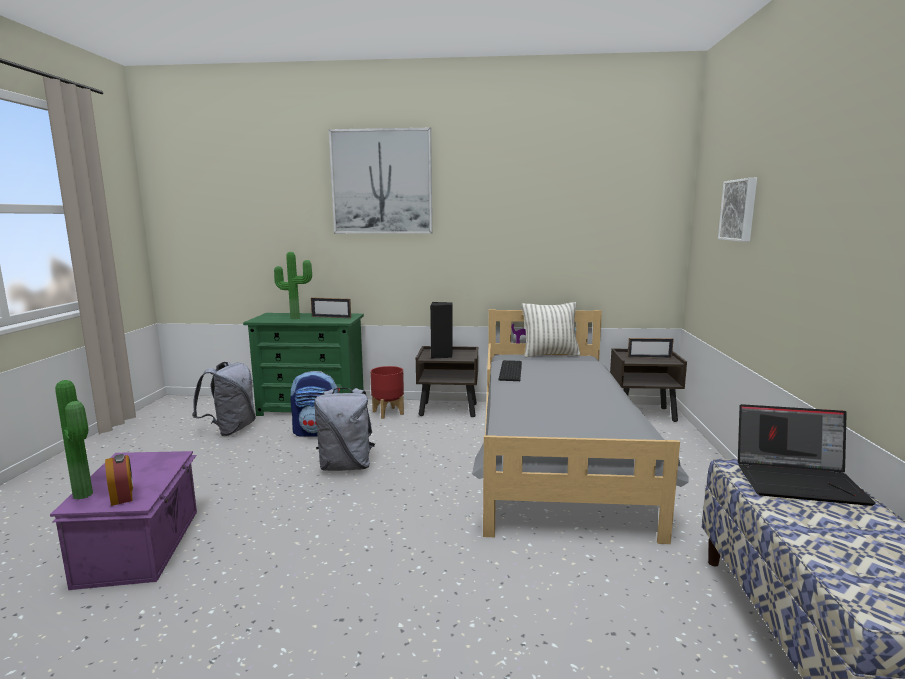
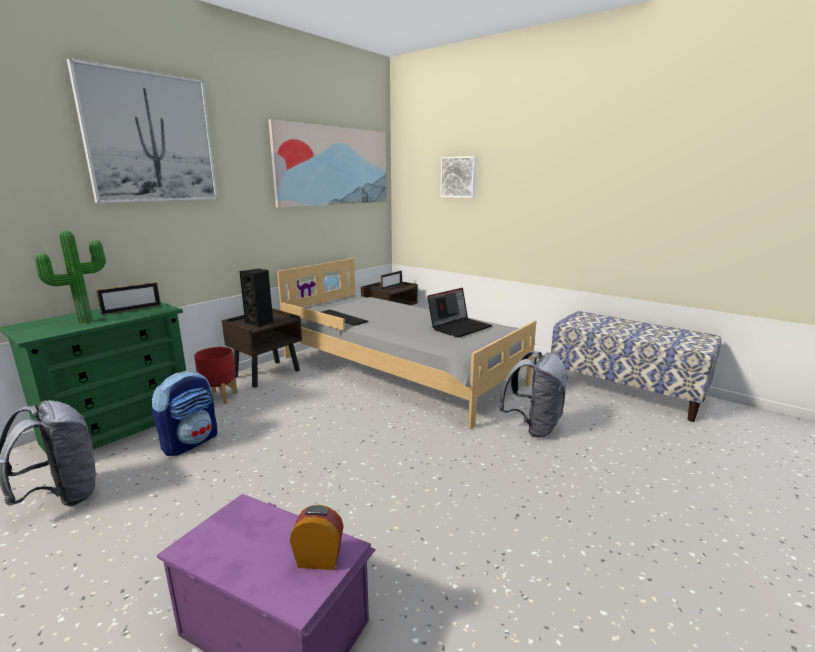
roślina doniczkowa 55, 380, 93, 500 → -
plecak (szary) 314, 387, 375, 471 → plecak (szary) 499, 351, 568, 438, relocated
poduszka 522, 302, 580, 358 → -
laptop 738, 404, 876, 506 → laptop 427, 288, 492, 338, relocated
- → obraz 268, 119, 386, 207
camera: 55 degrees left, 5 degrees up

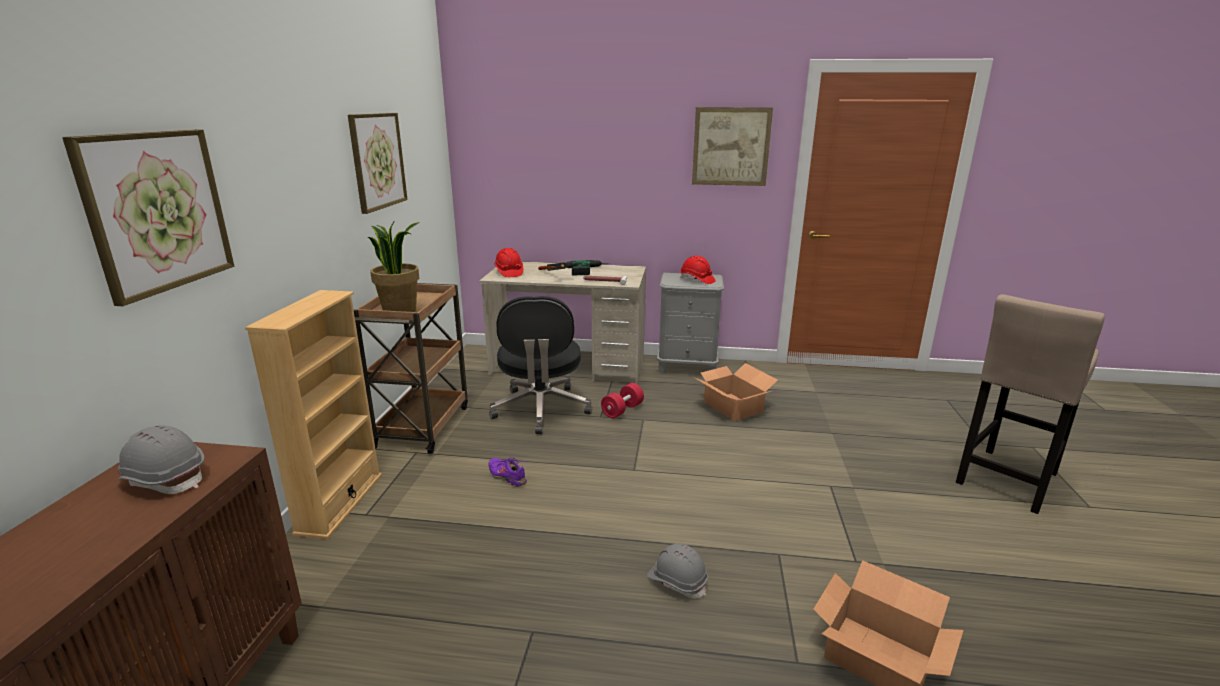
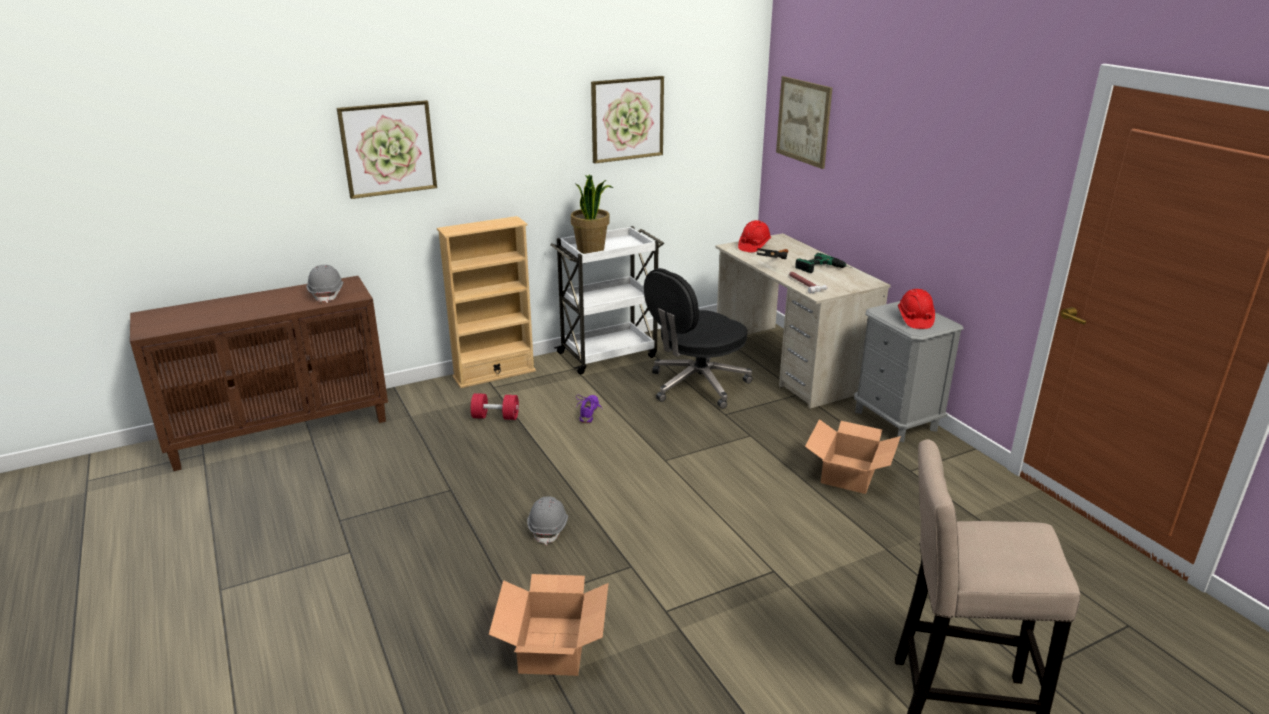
wózek (brązowy) 354, 283, 468, 454 → wózek (biały) 551, 226, 664, 374
hantel (czerwony) 601, 383, 644, 418 → hantel (czerwony) 471, 393, 519, 420, relocated
obraz 692, 107, 773, 186 → obraz 776, 76, 832, 169, relocated
camera: 55 degrees right, 5 degrees up

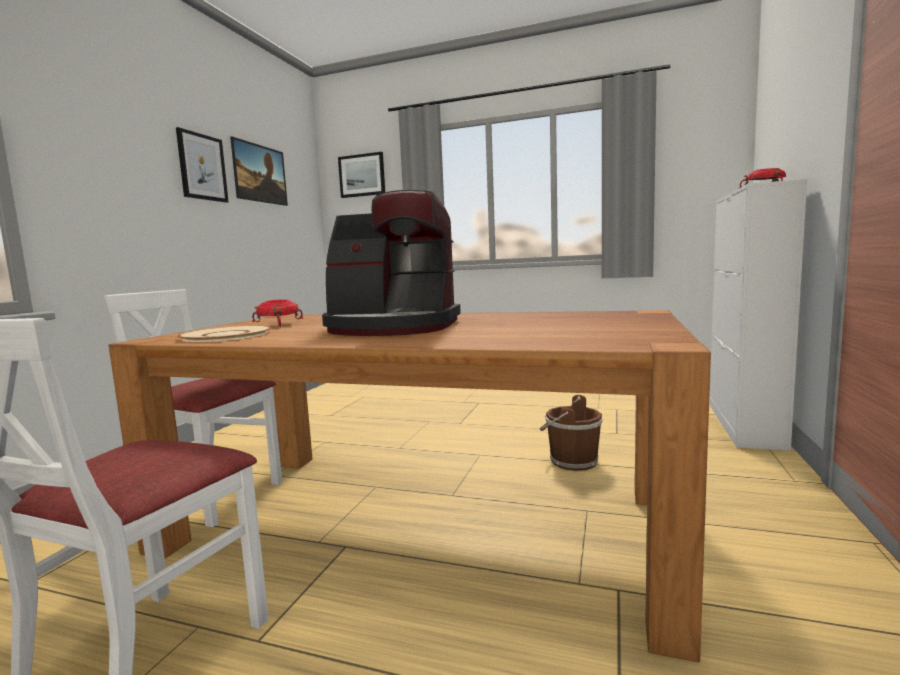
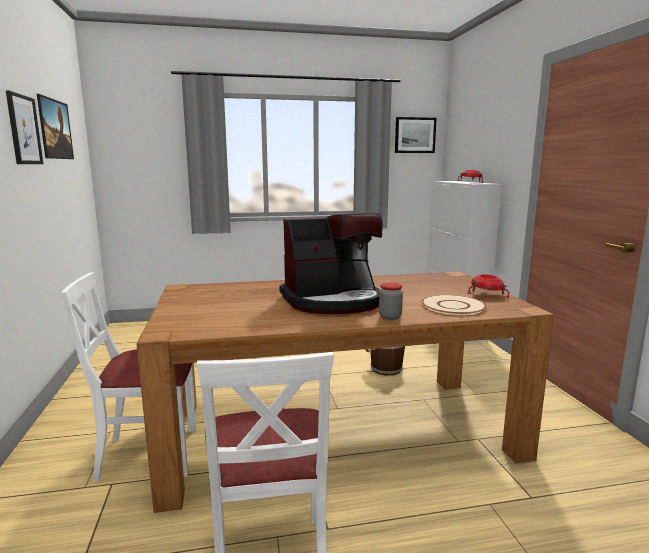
talerz (beżowy) 177, 326, 271, 342 → talerz (beżowy) 422, 295, 487, 315, relocated
miska (czerwony) 252, 300, 303, 328 → miska (czerwony) 468, 274, 509, 298, relocated
obraz 338, 152, 385, 198 → obraz 395, 117, 437, 153, relocated
- → słoik 379, 283, 403, 320
camera: 30 degrees left, 5 degrees up

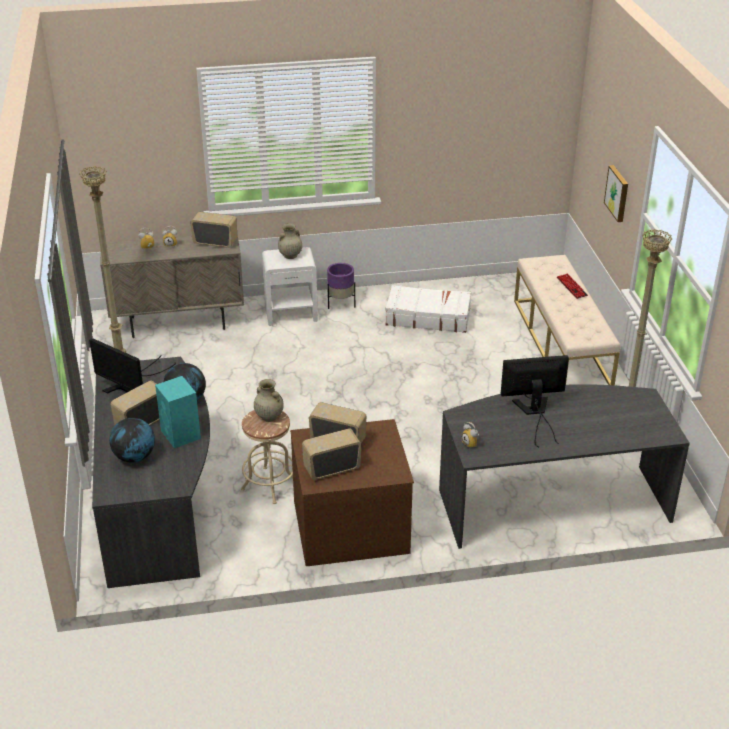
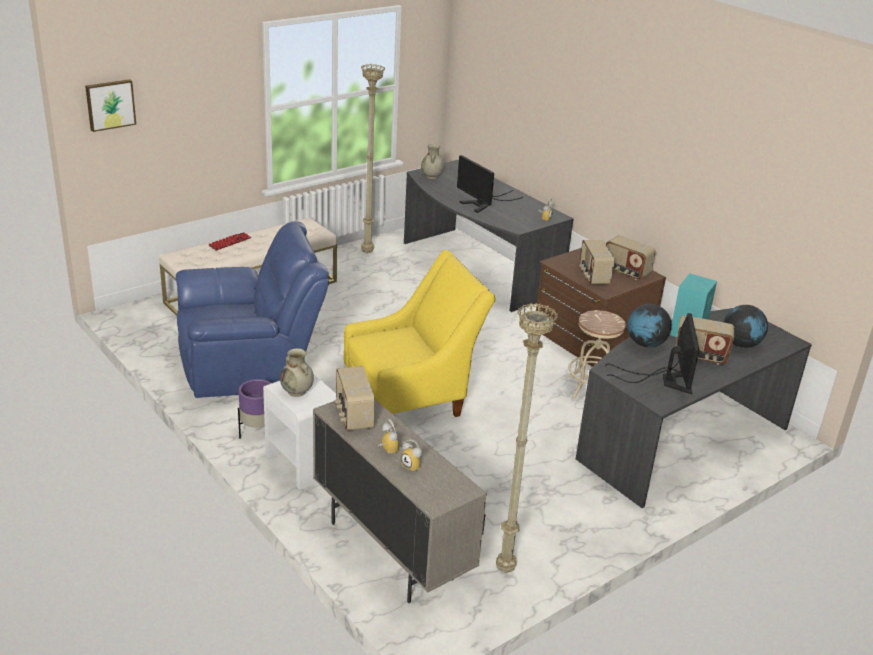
wazon (beżowy) 254, 379, 284, 422 → wazon (beżowy) 421, 144, 444, 179, relocated
walizka (biały) 385, 285, 471, 333 → fotel (niebieski) 176, 221, 329, 398
obraz 604, 165, 628, 222 → obraz 85, 79, 136, 132, relocated
- → fotel (żółty) 344, 250, 496, 417
camera: 120 degrees left, 5 degrees down

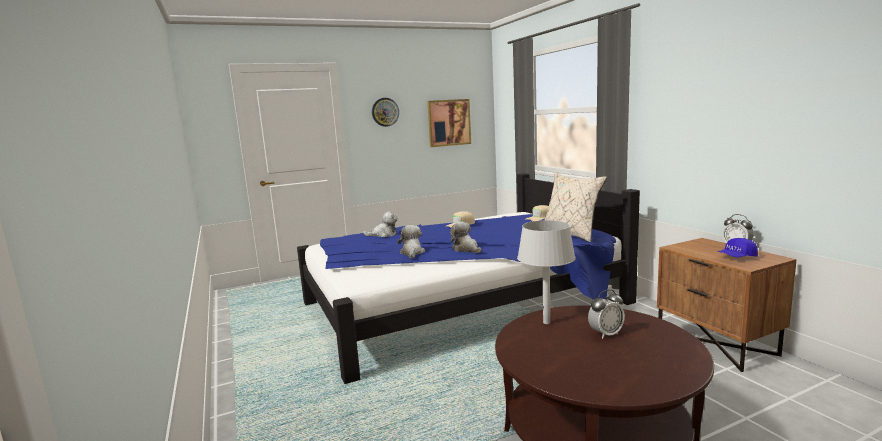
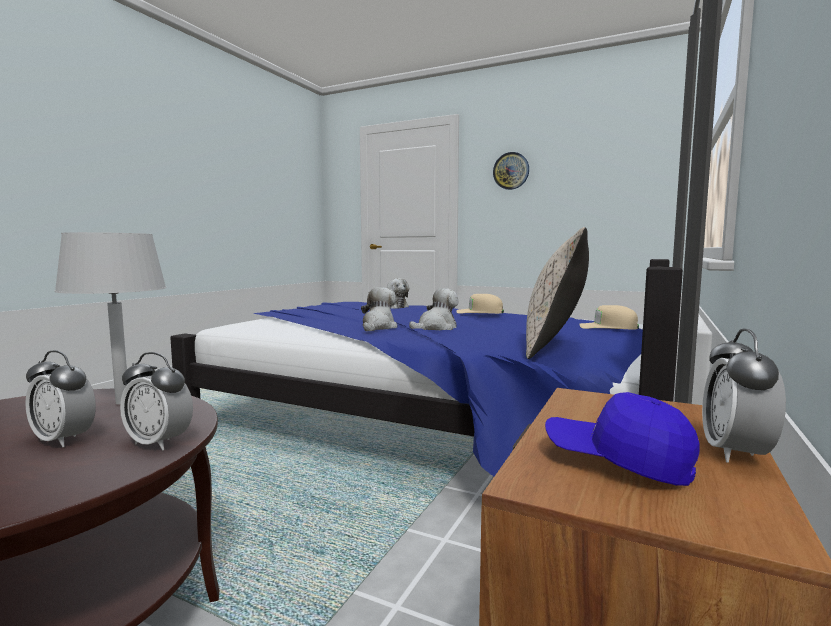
pluszak 398, 225, 425, 259 → pluszak 409, 288, 459, 330, relocated
obraz 427, 99, 471, 147 → -
- → budzik 120, 352, 193, 451
camera: 50 degrees right, 5 degrees down

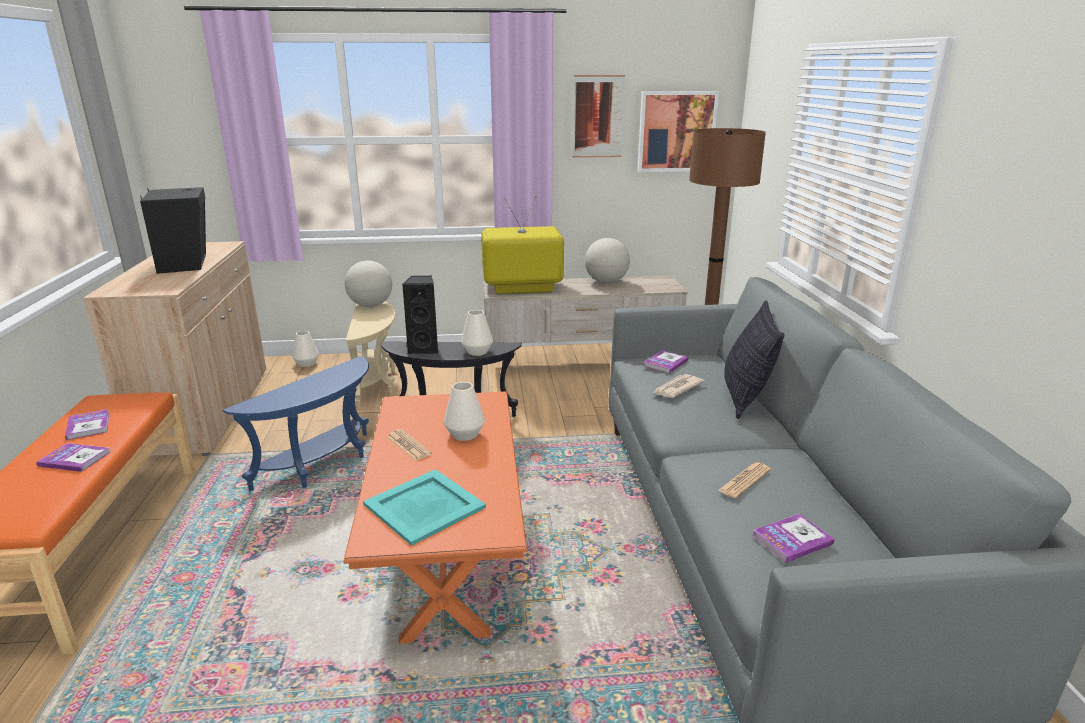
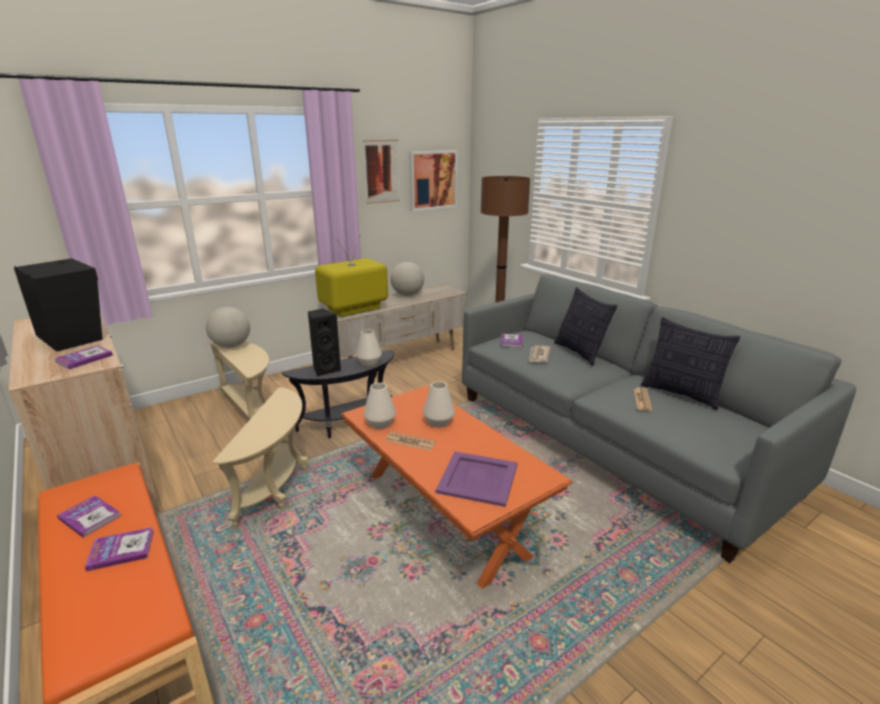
stolik (niebieski) 223, 356, 369, 491 → stolik (beżowy) 212, 387, 308, 530
wazon (biały) 292, 331, 319, 367 → wazon (biały) 364, 383, 396, 429, relocated
taca (turkusowy) 363, 469, 486, 546 → taca (fioletowy) 436, 452, 518, 507
książka 752, 514, 835, 563 → książka 54, 345, 113, 369, relocated
- → poduszka 641, 317, 740, 410
camera: 30 degrees left, 0 degrees up

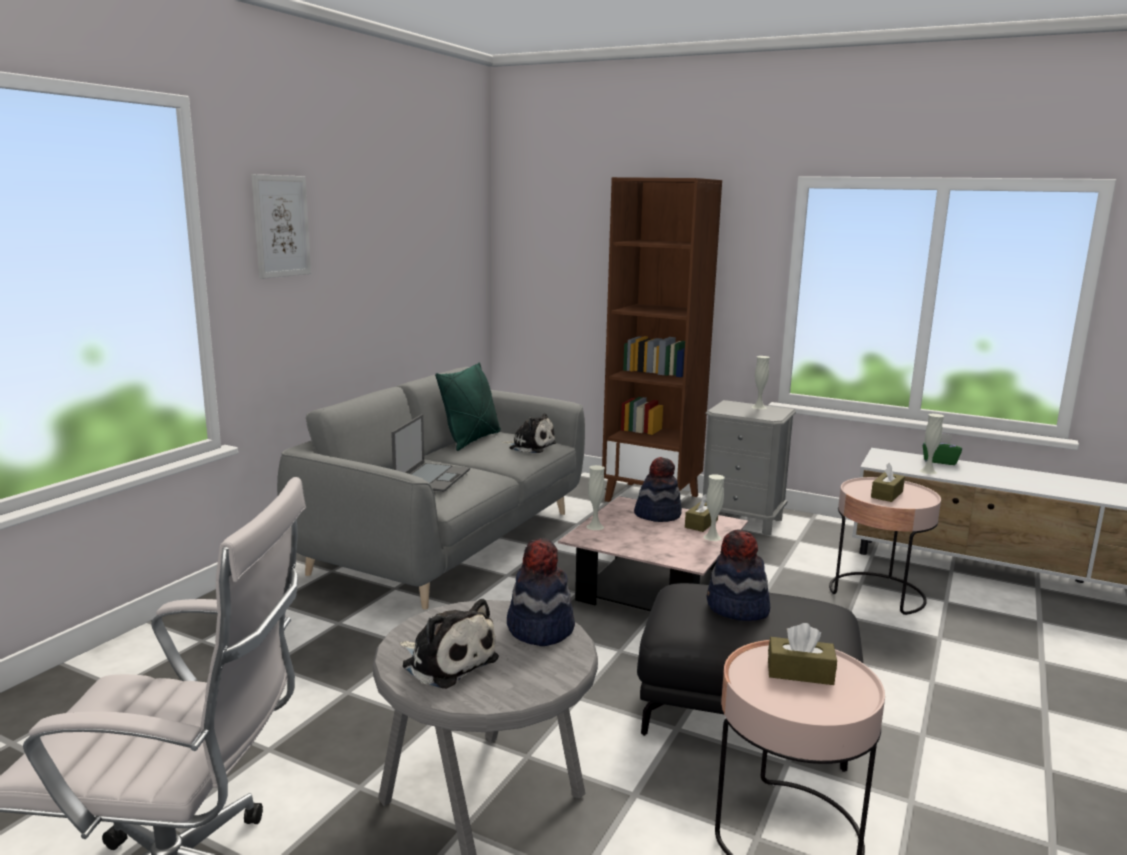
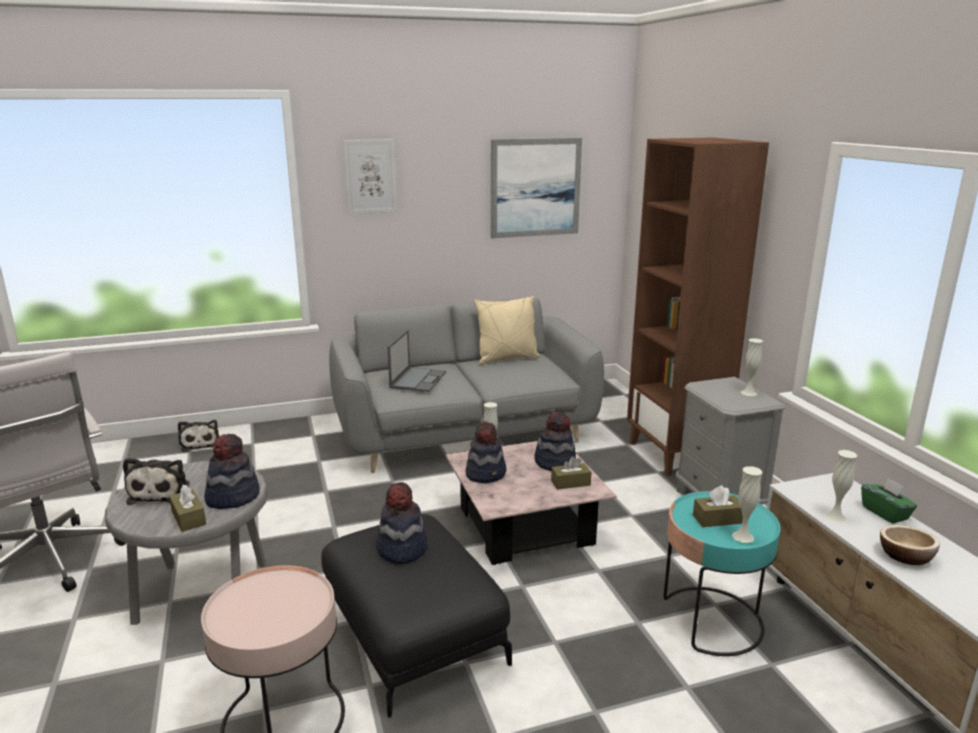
laptop 391, 414, 470, 492 → laptop 387, 330, 446, 392, 45 degrees counterclockwise
poduszka (zielony) 435, 362, 500, 451 → poduszka (beżowy) 474, 296, 540, 365
pluszak 503, 413, 556, 453 → pluszak 178, 420, 219, 452, relocated
wazon (biały) 703, 474, 725, 541 → wazon (biały) 732, 466, 762, 543, relocated
pudełko chusteczek (brązowy) 768, 623, 837, 685 → pudełko chusteczek (brązowy) 169, 485, 206, 532, relocated
stolik (różowy) 829, 477, 941, 615 → stolik (turkusowy) 663, 491, 781, 656
- → kapelusz 465, 421, 507, 483
- → obraz 491, 138, 582, 238
- → miska 880, 525, 940, 565
camera: 45 degrees right, 5 degrees up

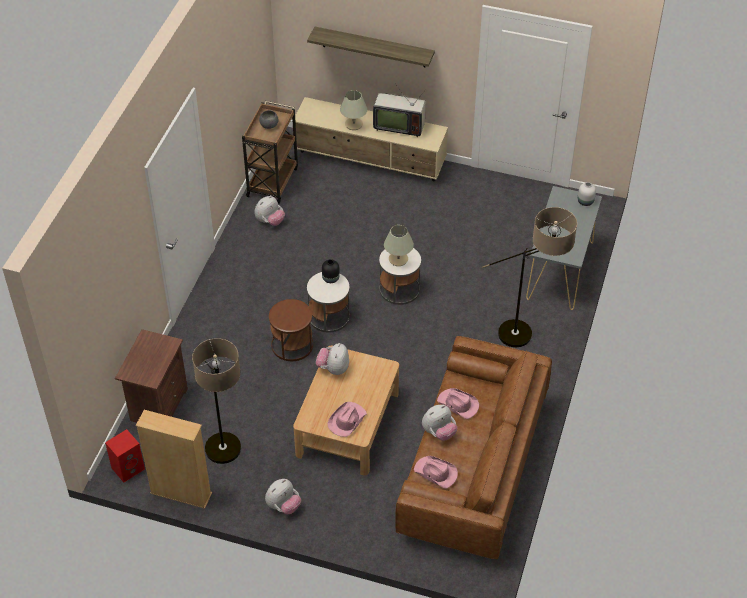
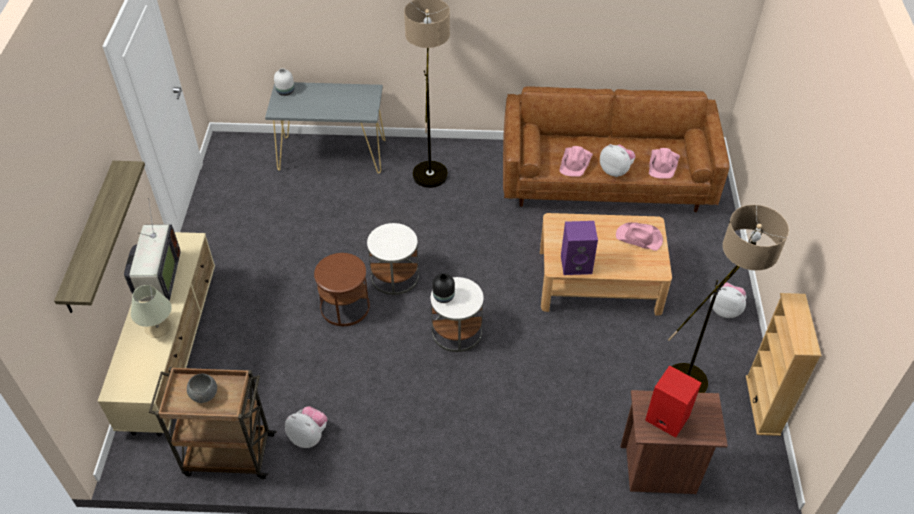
głośnik (czerwony) 105, 429, 145, 482 → głośnik (czerwony) 645, 365, 702, 438, relocated
stolik (brązowy) 269, 299, 313, 361 → stolik (brązowy) 314, 253, 370, 326, relocated
pluszak 316, 343, 349, 375 → głośnik (fioletowy) 561, 221, 598, 275
lampa stołowa (beżowy) 384, 225, 414, 266 → -
camera: 105 degrees left, 0 degrees up

